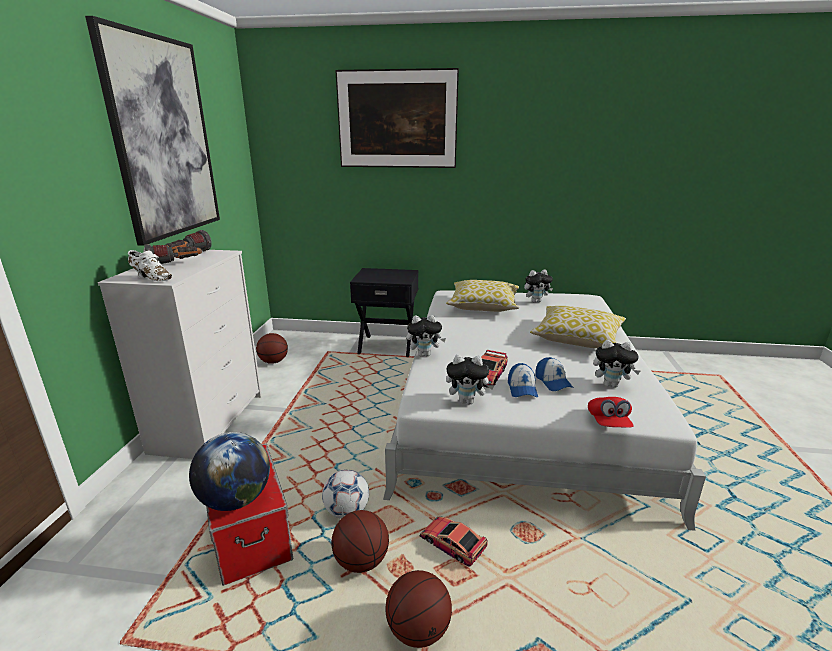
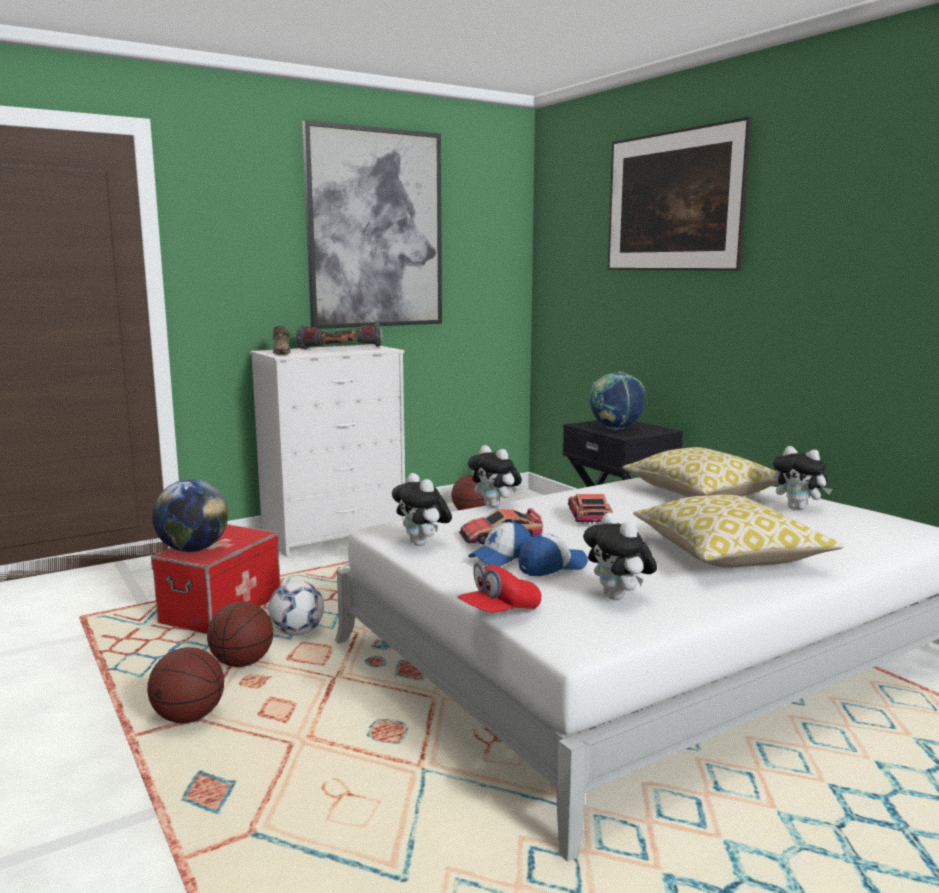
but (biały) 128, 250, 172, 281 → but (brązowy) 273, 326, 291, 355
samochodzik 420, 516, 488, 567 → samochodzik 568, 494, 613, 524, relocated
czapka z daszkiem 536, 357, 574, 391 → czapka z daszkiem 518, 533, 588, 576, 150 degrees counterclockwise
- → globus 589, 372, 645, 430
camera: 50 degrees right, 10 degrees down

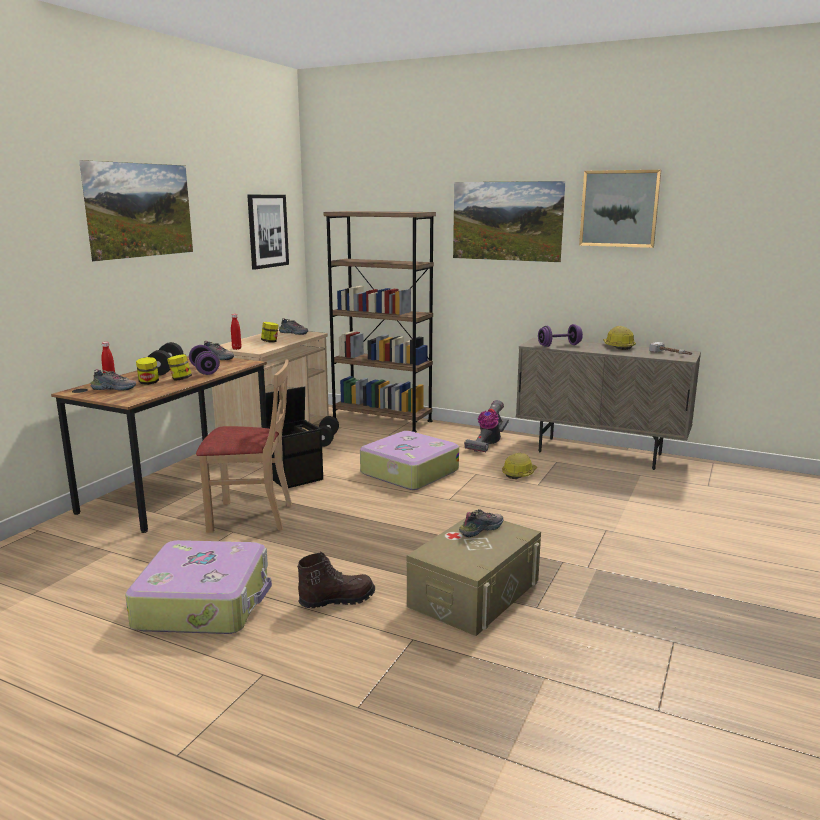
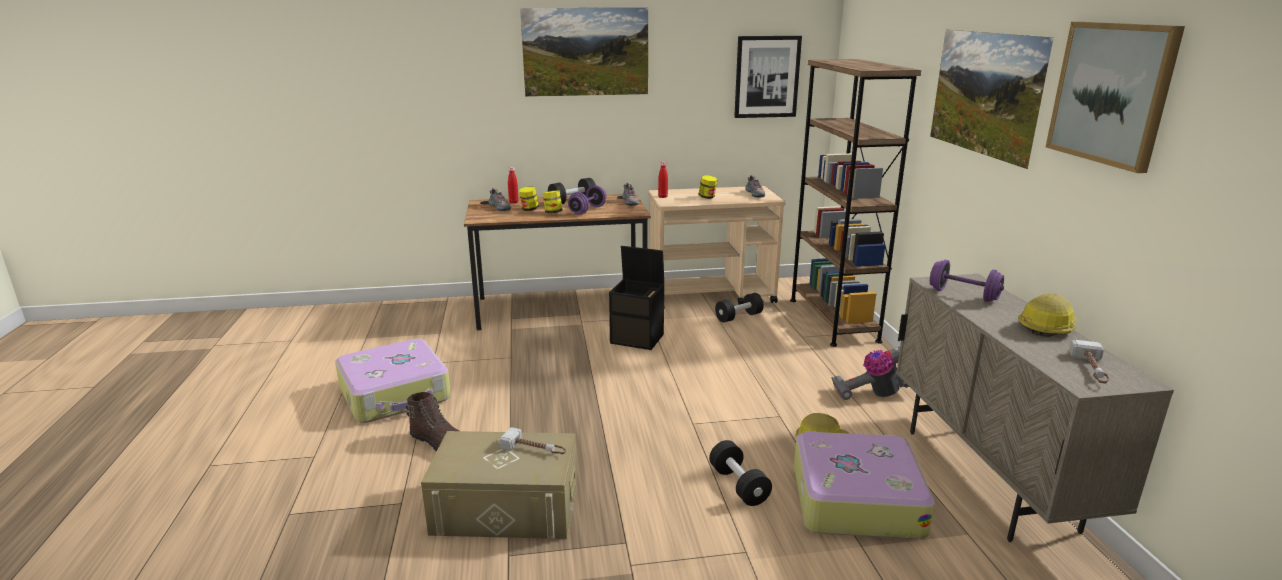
krzesło (beżowy) 196, 360, 292, 533 → -
walizka 360, 431, 459, 490 → walizka 794, 431, 935, 539, relocated
but 459, 509, 503, 537 → młotek 499, 427, 566, 454
- → hantel (czarny) 709, 440, 772, 506
camera: 55 degrees right, 5 degrees up

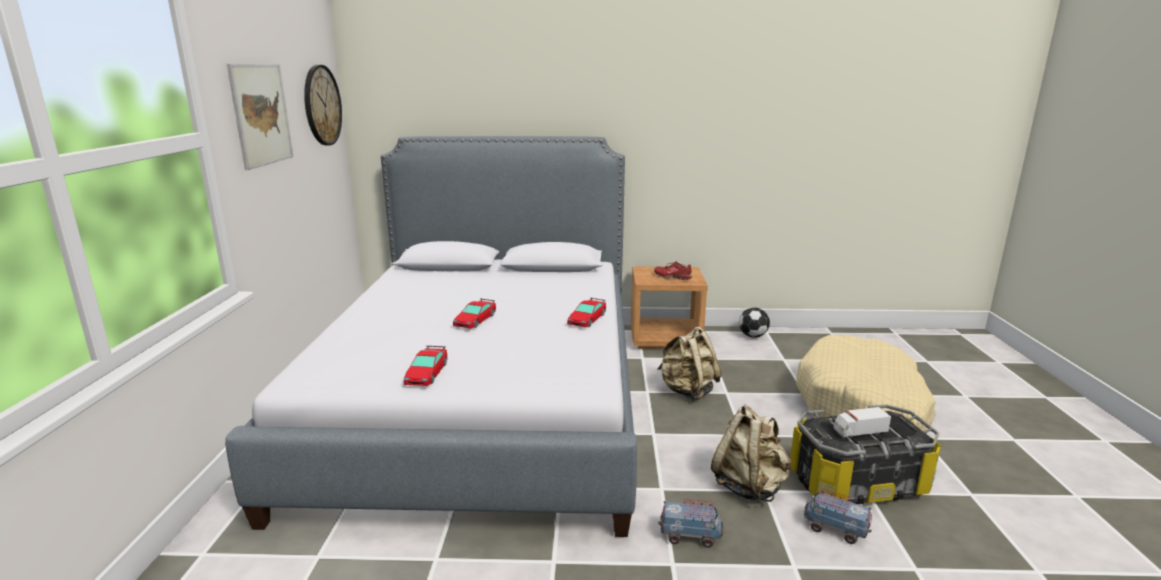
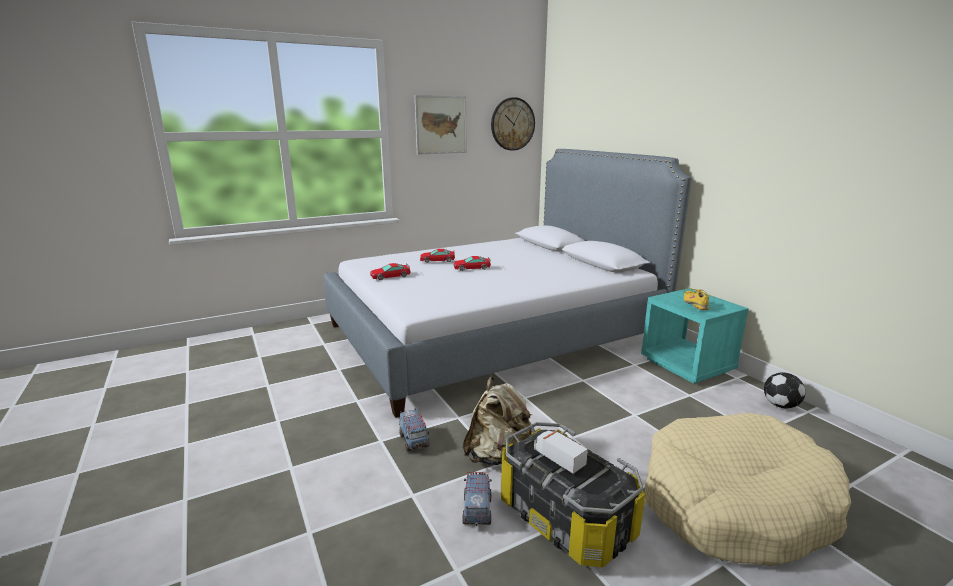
samochodzik 567, 298, 606, 327 → samochodzik 420, 249, 455, 263, relocated
szafka nocna (brązowy) 631, 266, 708, 349 → szafka nocna (turkusowy) 641, 288, 749, 384
but (czerwony) 654, 261, 692, 280 → but (żółty) 684, 288, 713, 310
plecak (beżowy) 657, 327, 722, 401 → -
camera: 60 degrees right, 0 degrees up

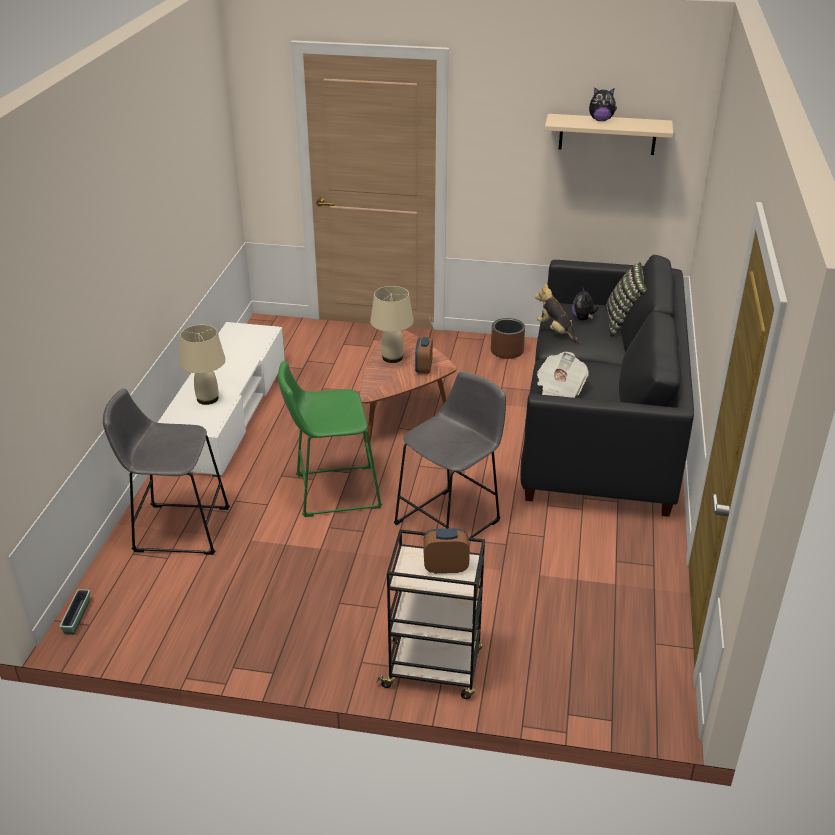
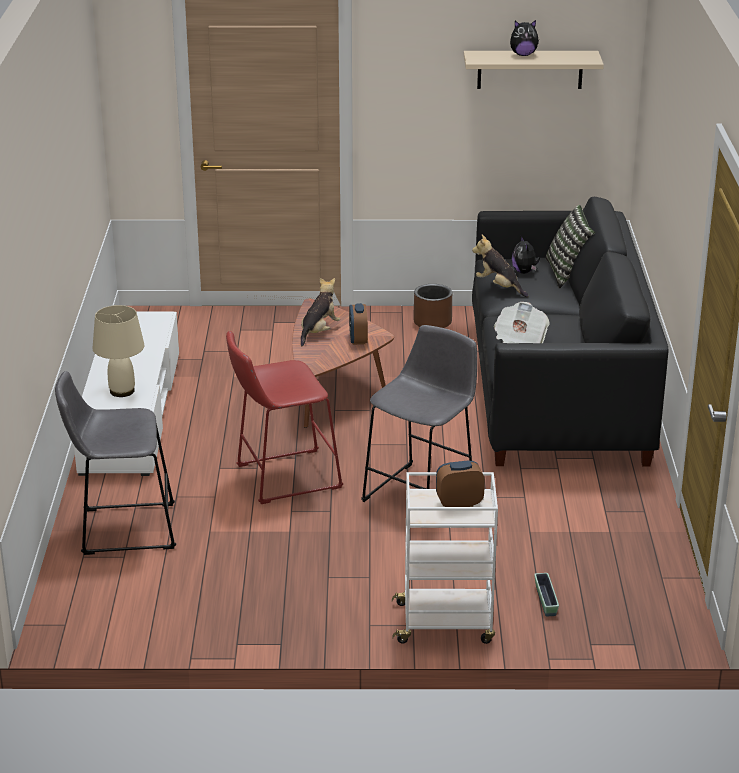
donica 60, 589, 90, 635 → donica 534, 573, 559, 616, relocated
stołek (zielony) 278, 361, 382, 517 → stołek (czerwony) 226, 331, 343, 504
lampa stołowa (beżowy) 370, 286, 414, 363 → pluszak 301, 278, 340, 347
wózek (czarny) 377, 529, 485, 699 → wózek (biały) 392, 472, 498, 644
camera: 10 degrees left, 5 degrees down

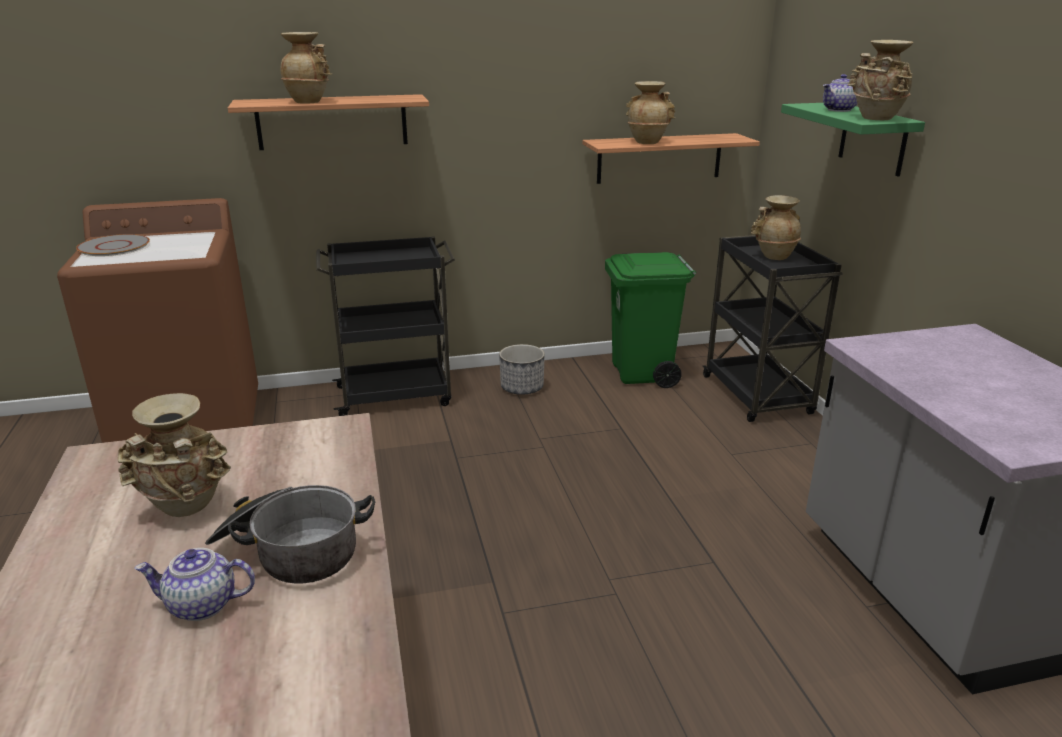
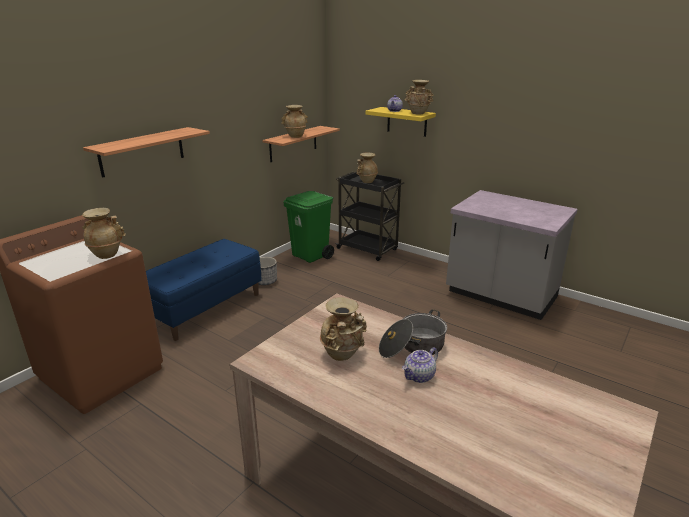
talerz (szary) 76, 234, 150, 256 → -
wazon (beżowy) 280, 32, 332, 104 → wazon (beżowy) 82, 208, 126, 259, relocated
wózek (czarny) 317, 236, 455, 416 → ławka (niebieski) 146, 239, 262, 341
półka (zielony) 781, 103, 925, 177 → półka (żółty) 365, 107, 436, 137
camera: 40 degrees left, 0 degrees up

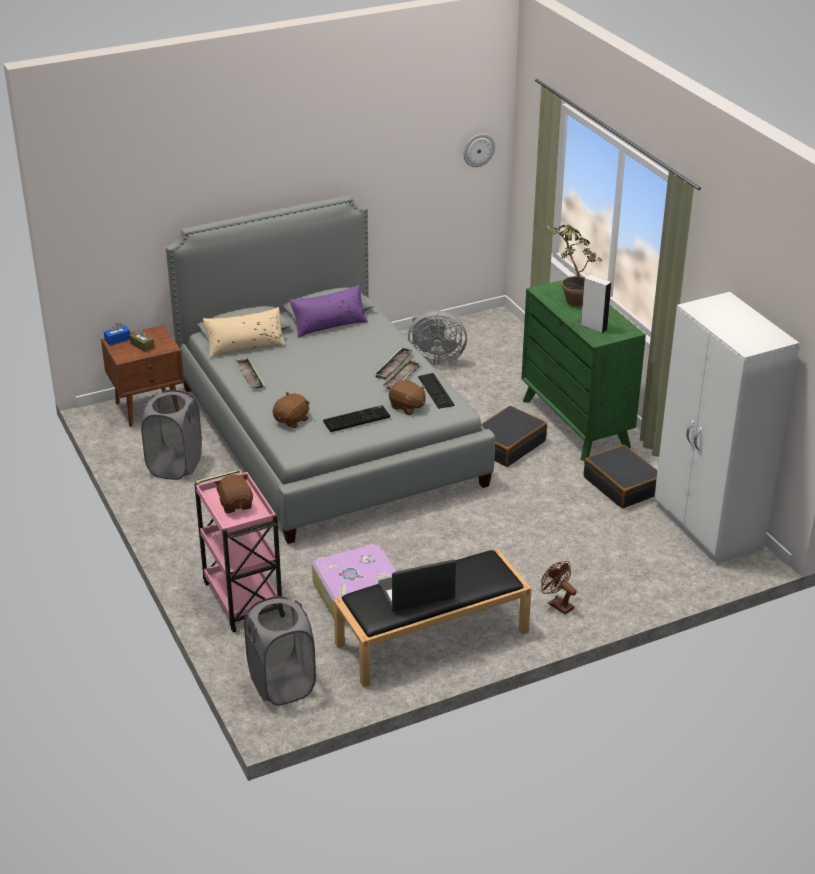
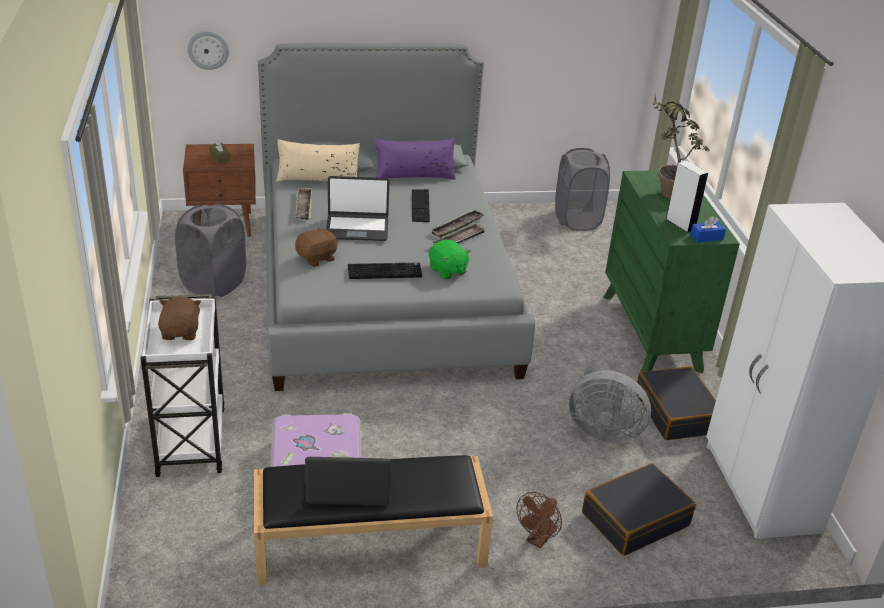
pudełko chusteczek (niebieski) 104, 323, 130, 345 → pudełko chusteczek (niebieski) 690, 216, 726, 243, relocated
wózek (różowy) 194, 469, 282, 632 → wózek (biały) 140, 294, 225, 477
kosz na pranie (szary) 244, 596, 316, 706 → kosz na pranie (szary) 555, 148, 610, 231, relocated
pluszak (brązowy) 389, 380, 426, 415 → pluszak (zielony) 429, 240, 471, 279
wentylator (szary) 408, 310, 467, 365 → wentylator (szary) 569, 364, 651, 444, relocated
klawiatura 418, 373, 454, 409 → klawiatura 412, 189, 430, 222, relocated
zegar ścienny 463, 134, 495, 167 → zegar ścienny 188, 31, 229, 70, relocated
walizka (czarny) 481, 406, 547, 467 → walizka (czarny) 582, 463, 696, 556, relocated
wentylator (brązowy) 541, 561, 577, 614 → wentylator (brązowy) 516, 492, 562, 549, 120 degrees counterclockwise
- → laptop 326, 176, 389, 241
camera: 15 degrees right, 0 degrees up

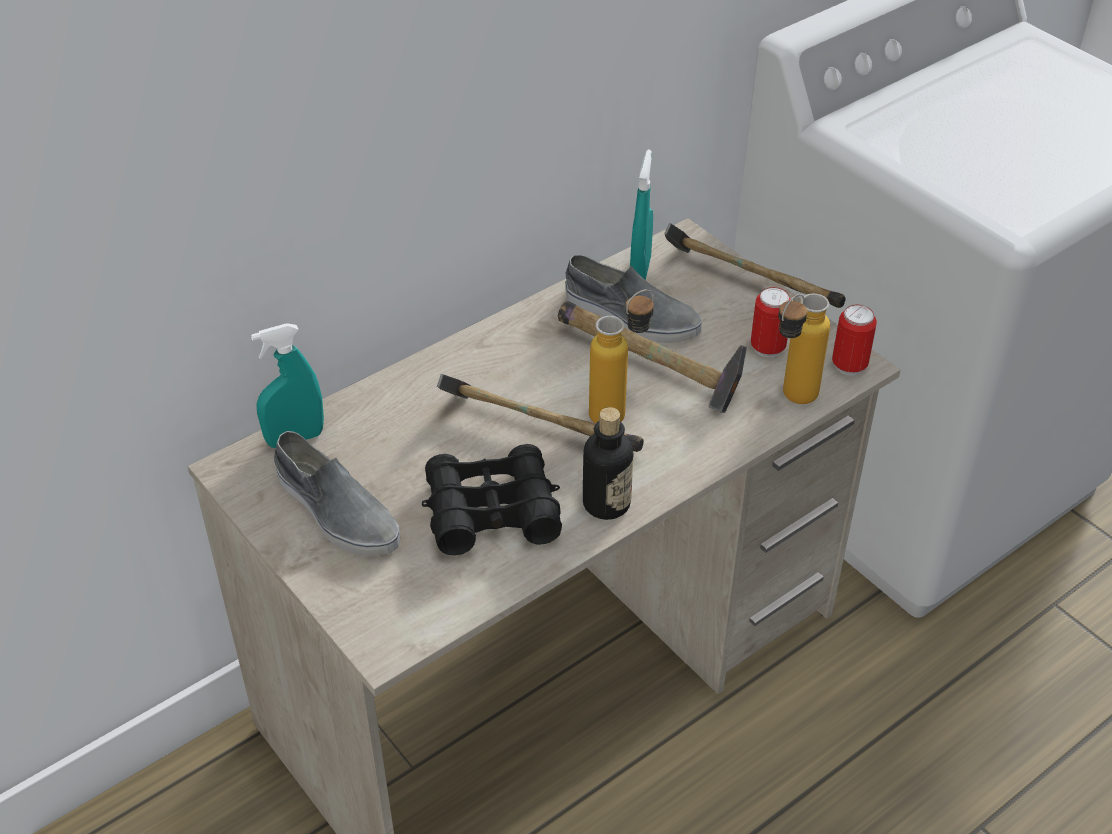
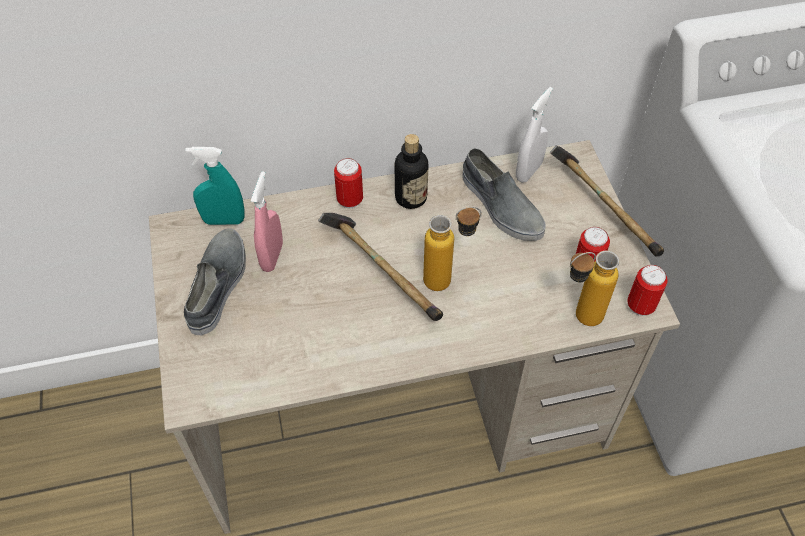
but (szary) 274, 431, 400, 556 → but (szary) 184, 228, 246, 335, 150 degrees counterclockwise
lornetka (czarny) 422, 444, 562, 556 → -
młotek 558, 301, 747, 413 → -
butelka 583, 407, 633, 520 → butelka 395, 134, 429, 209, relocated
spryskiwacz (turkusowy) 630, 150, 653, 280 → spryskiwacz (biały) 516, 87, 553, 183
- → spryskiwacz (różowy) 251, 171, 283, 272
- → puszka 334, 158, 363, 208
camera: 25 degrees right, 10 degrees up

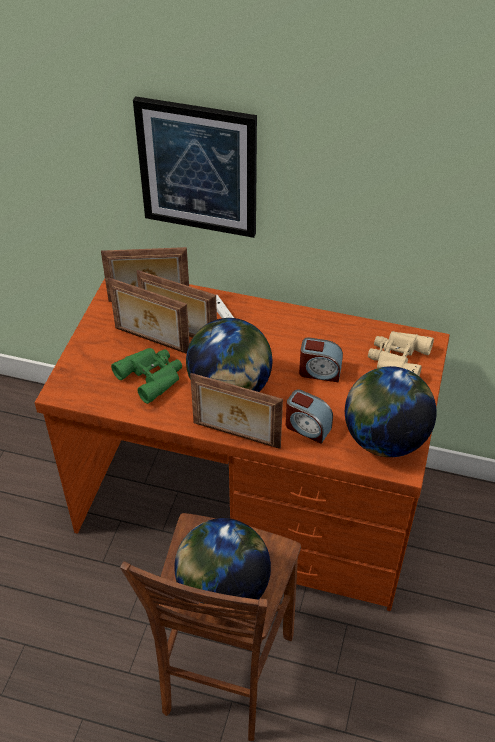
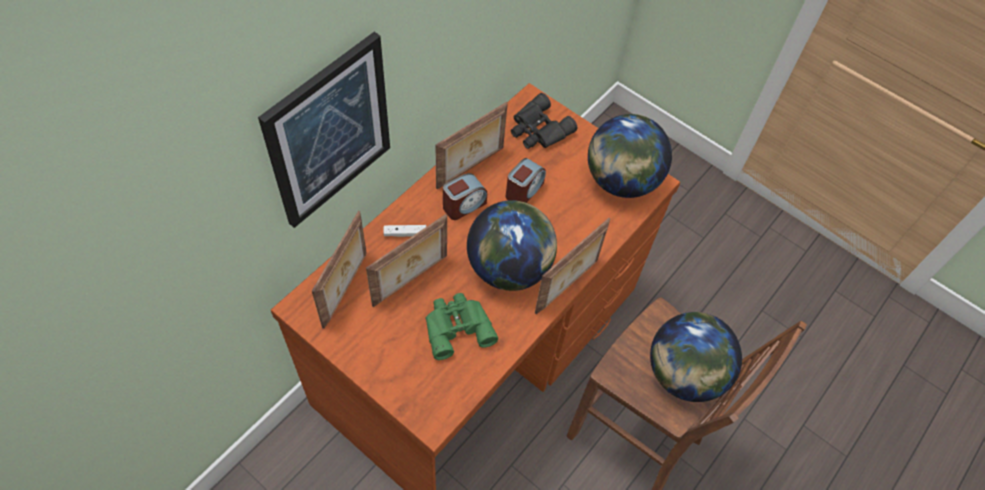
ramka na zdjęcie 108, 278, 190, 354 → ramka na zdjęcie 435, 102, 508, 190, relocated
budzik 286, 389, 333, 444 → budzik 443, 173, 487, 220, relocated
lornetka (beżowy) 368, 331, 434, 376 → lornetka (czarny) 511, 93, 578, 149
camera: 70 degrees left, 10 degrees up

